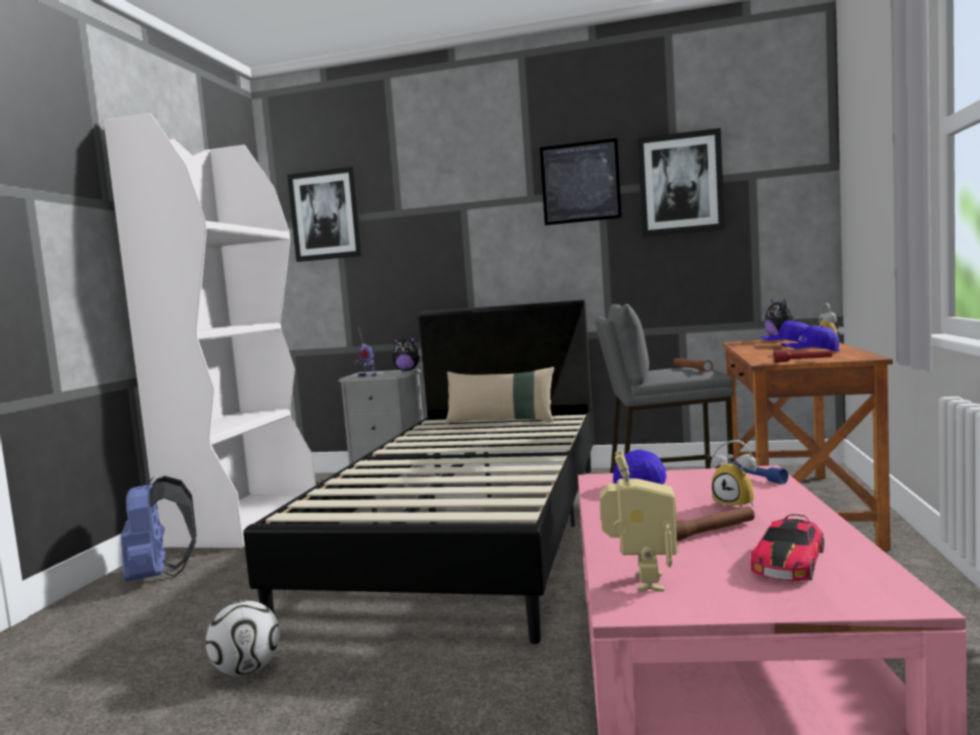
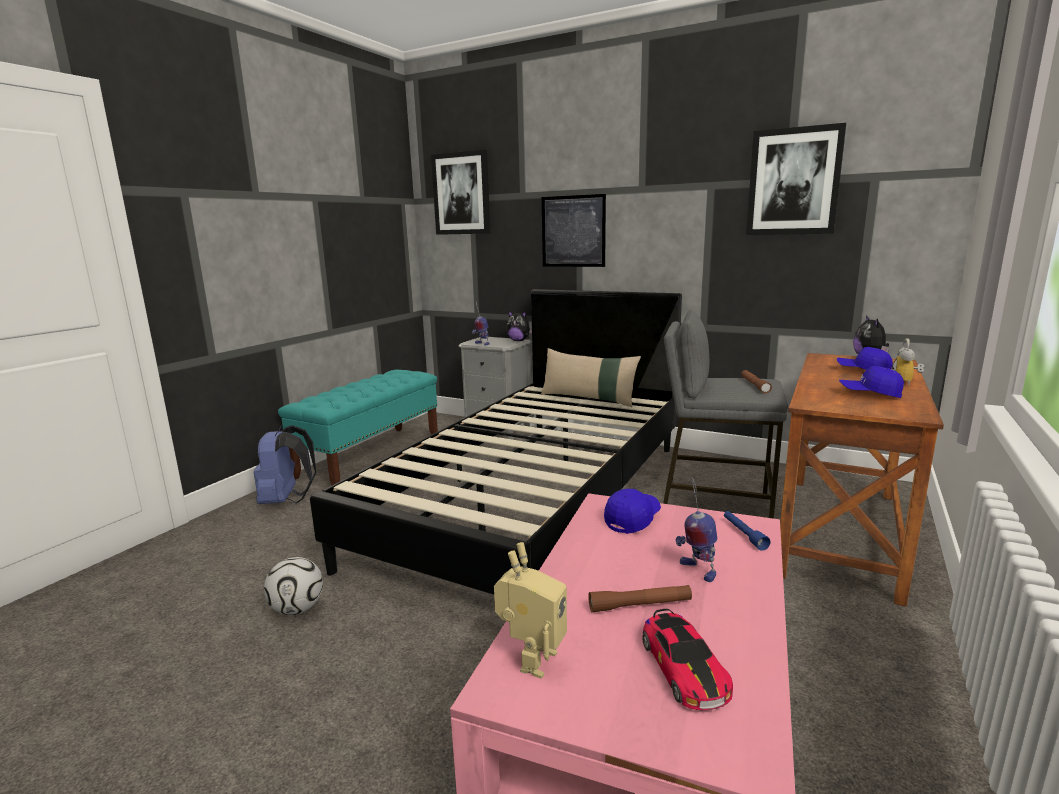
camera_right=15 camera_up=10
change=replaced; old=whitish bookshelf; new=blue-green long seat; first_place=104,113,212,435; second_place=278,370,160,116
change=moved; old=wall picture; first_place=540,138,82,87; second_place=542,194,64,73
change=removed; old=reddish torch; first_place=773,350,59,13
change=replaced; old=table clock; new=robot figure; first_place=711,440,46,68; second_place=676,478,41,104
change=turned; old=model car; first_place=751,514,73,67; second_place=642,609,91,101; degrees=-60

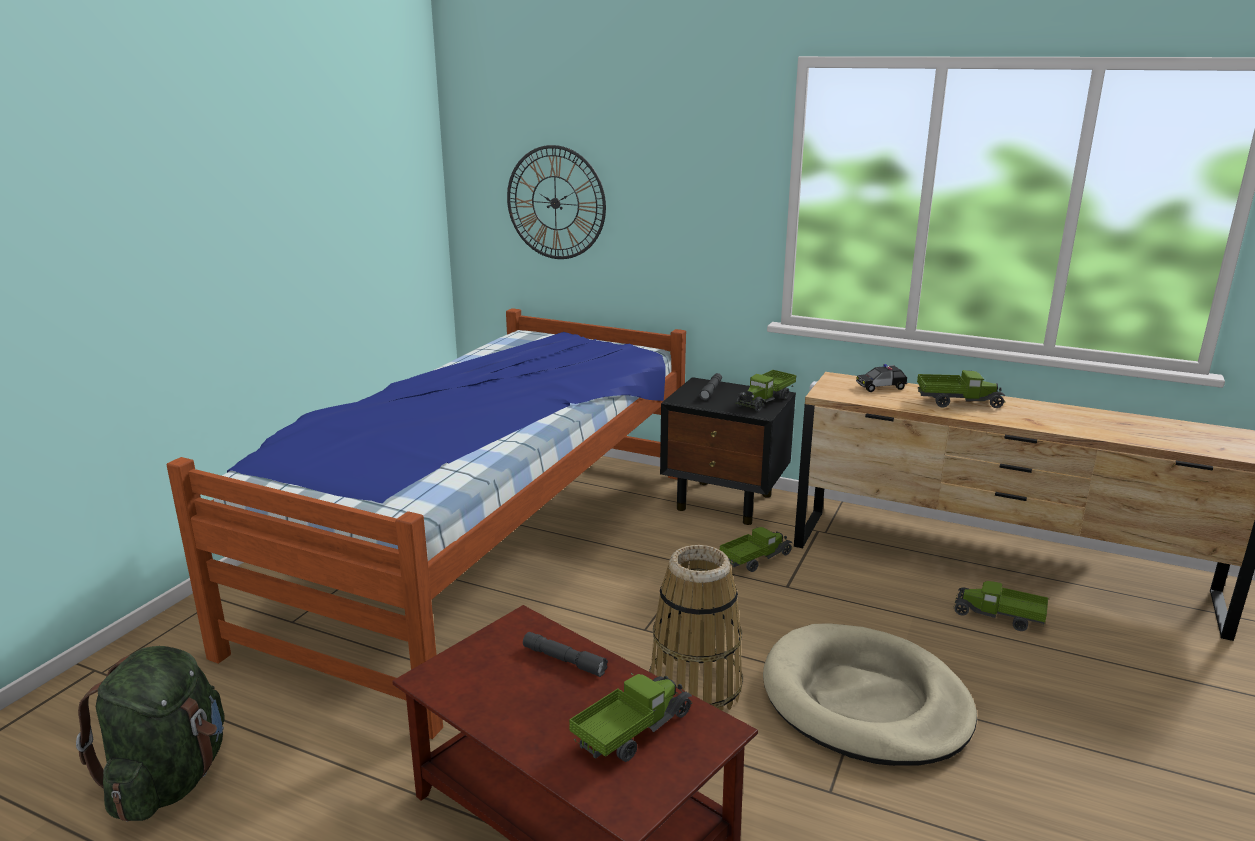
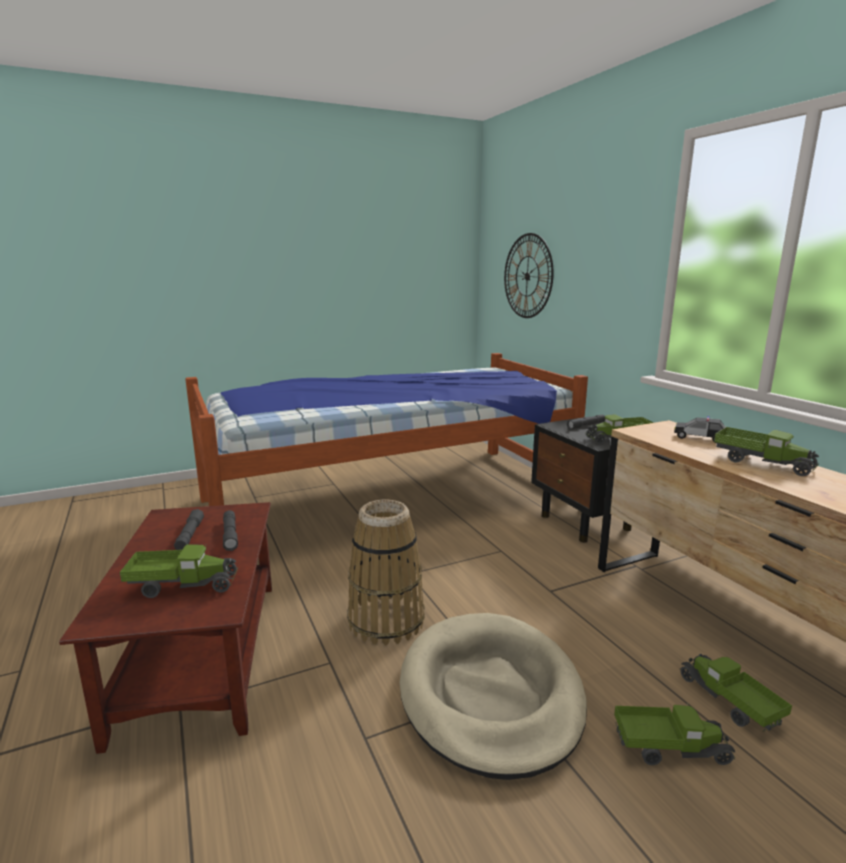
camera_right=40 camera_up=-5
change=moved; old=toy truck; first_place=720,527,72,45; second_place=614,703,121,62
change=removed; old=green rucksack; first_place=76,646,149,175
change=added; new=gray torch; second_place=174,509,30,41

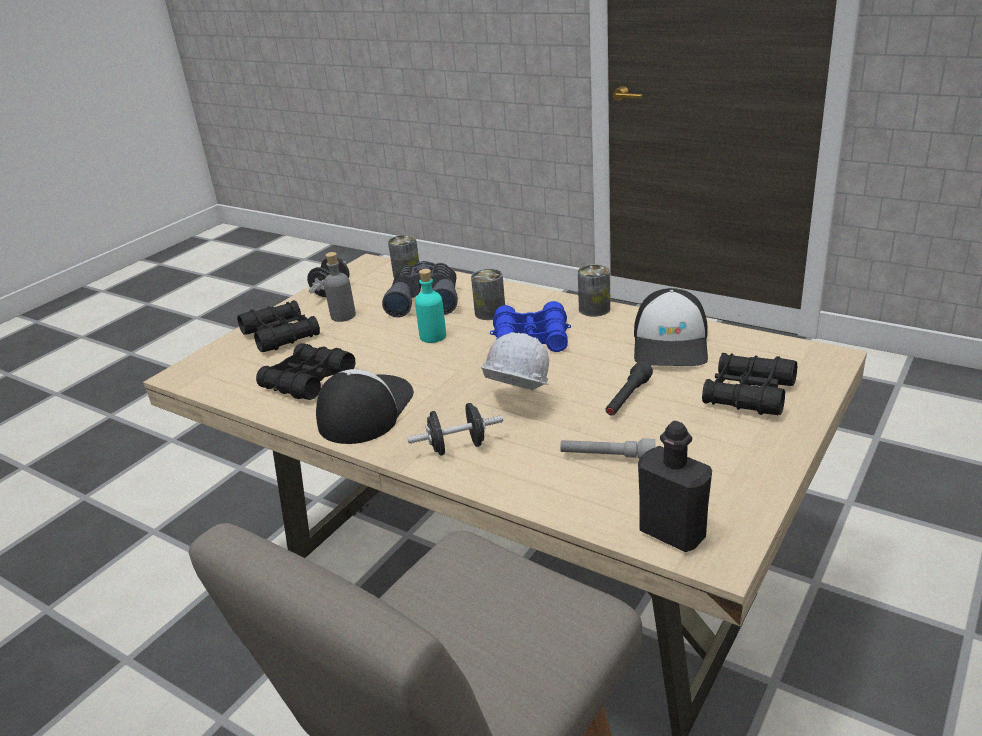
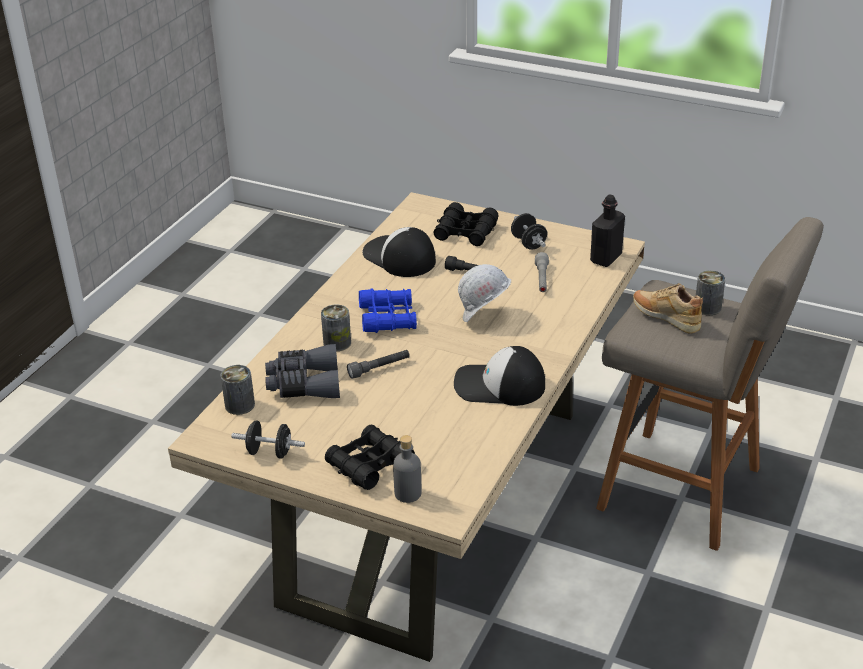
camera_right=-100 camera_up=5
change=moved; old=gray bottle; first_place=324,252,32,70; second_place=393,435,28,68
change=moved; old=can; first_place=578,264,32,53; second_place=696,270,30,45
change=replaced; old=blue-green bottle; new=gray torch; first_place=415,269,31,74; second_place=347,350,63,29
change=turned; old=cap; first_place=634,288,74,78; second_place=363,227,73,50; degrees=-135
change=removed; old=black-coloured field glasses; first_place=256,343,100,57
change=moved; old=black-coloured free weight; first_place=407,403,96,52; second_place=511,213,36,37
change=added; new=beige low shoe; second_place=633,283,70,51

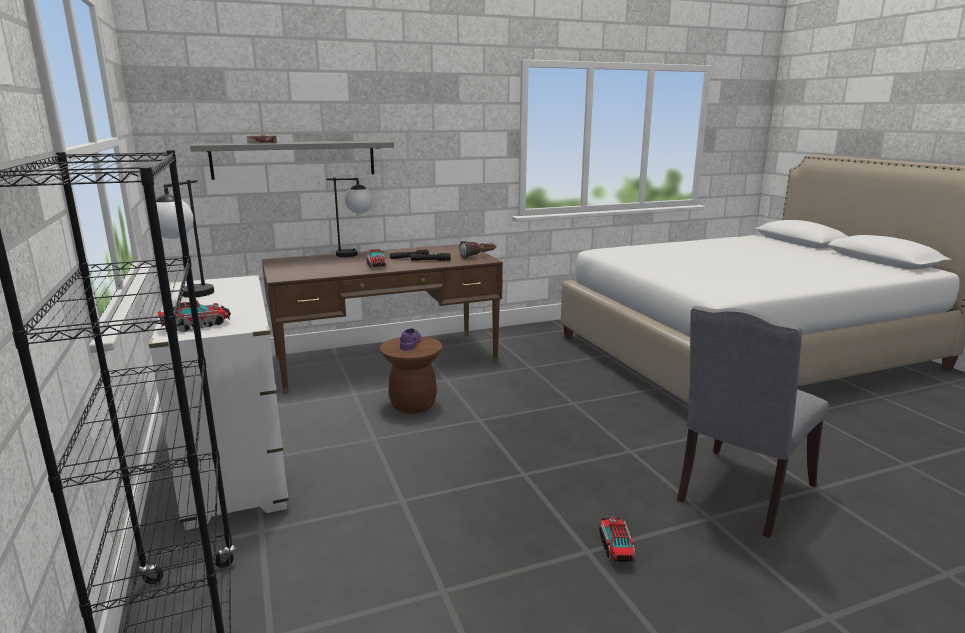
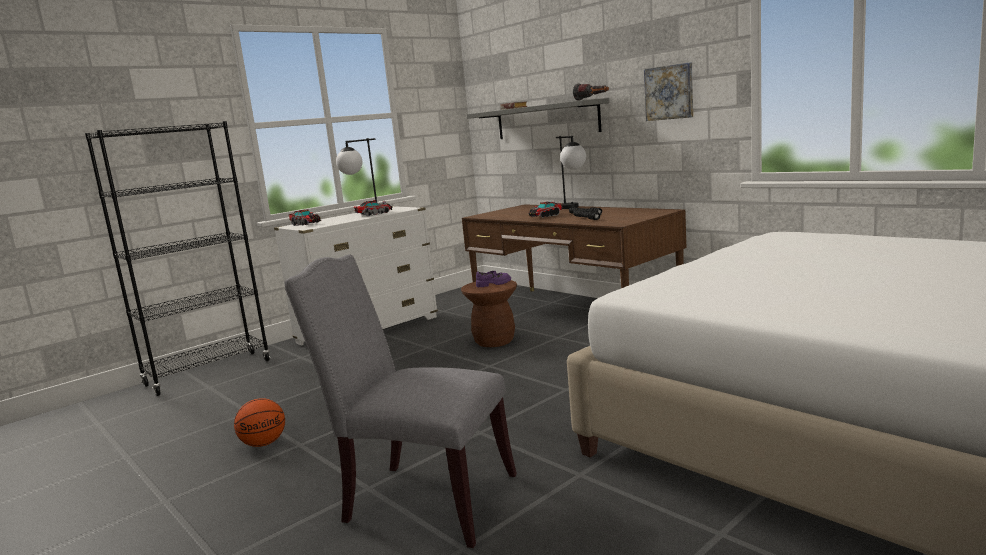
camera_right=70 camera_up=-5
change=moved; old=torch; first_place=459,241,37,18; second_place=573,83,36,18
change=moved; old=toy truck; first_place=599,517,36,45; second_place=354,200,39,17
change=added; new=wall picture; second_place=644,63,49,58
change=added; new=basketball; second_place=234,398,51,49

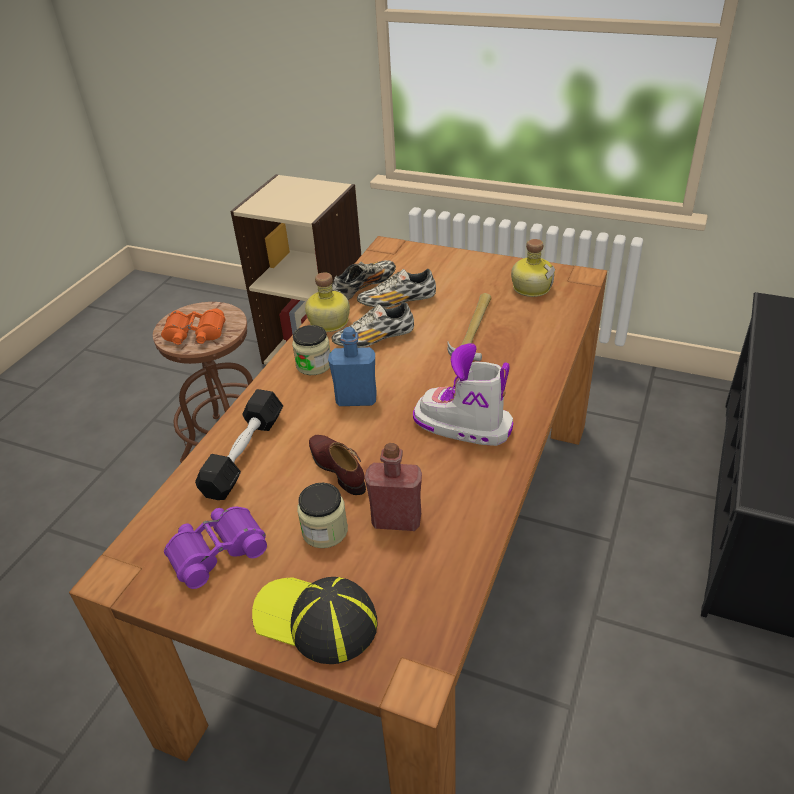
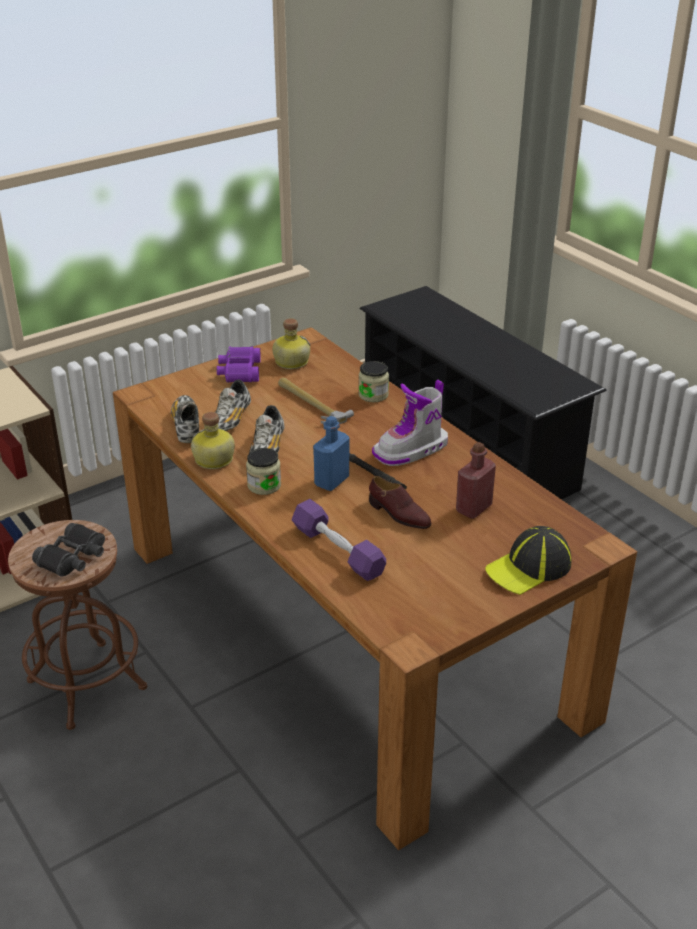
camera_right=-60 camera_up=-5
change=recoloured; old=orange field glasses; new=black-coloured field glasses; first_place=161,309,64,36; second_place=32,523,73,54
change=recoloured; old=black-coloured free weight; new=purplish free weight; first_place=195,389,88,111; second_place=292,499,94,82
change=turned; old=brown low shoe; first_place=309,435,57,60; second_place=369,476,62,53; degrees=-135
change=moved; old=storage jar; first_place=297,483,51,65; second_place=359,361,30,41
change=moved; old=purplish field glasses; first_place=164,506,103,83; second_place=217,346,44,37
change=added; new=black-coloured torch; second_place=349,453,58,36

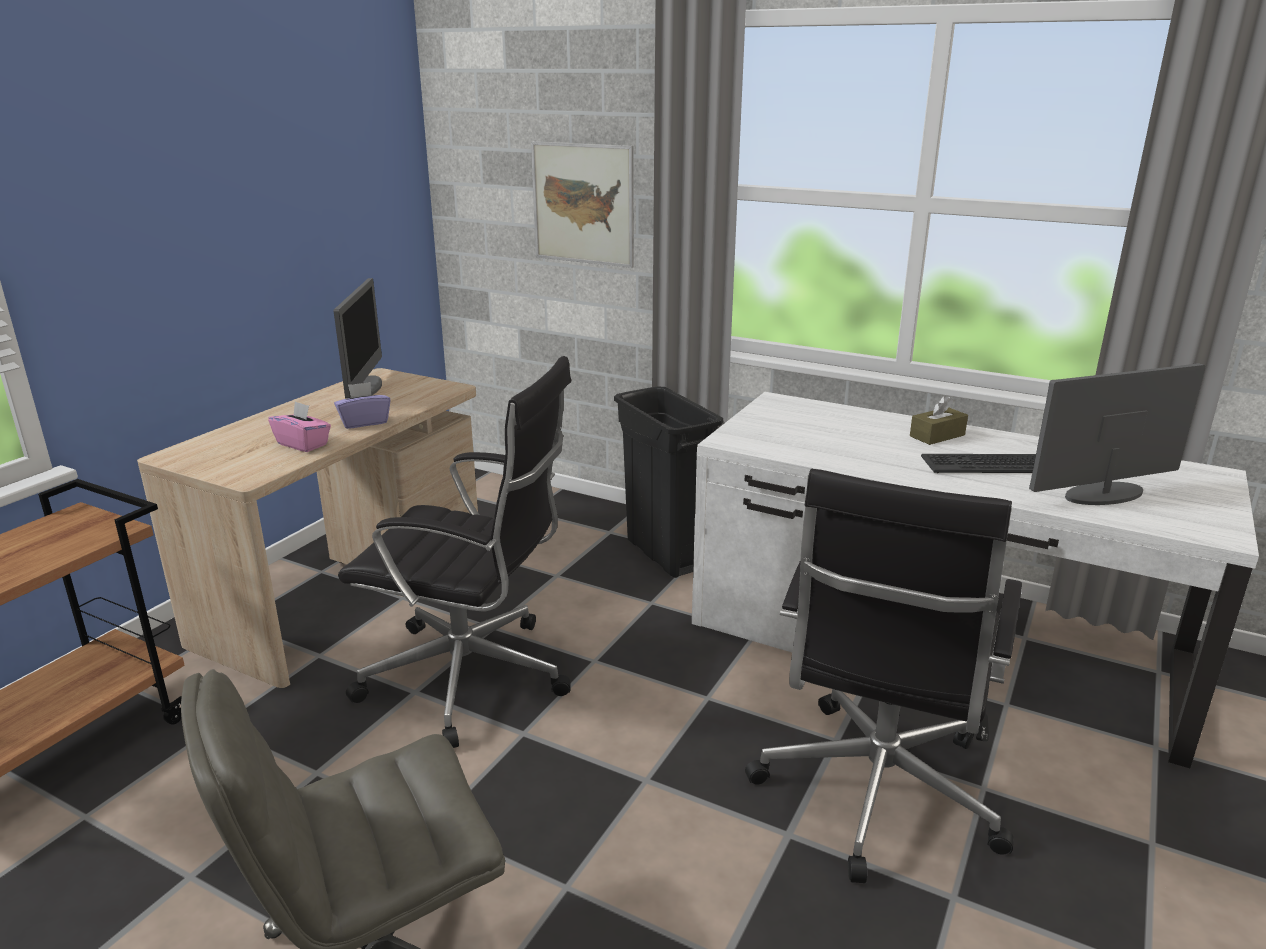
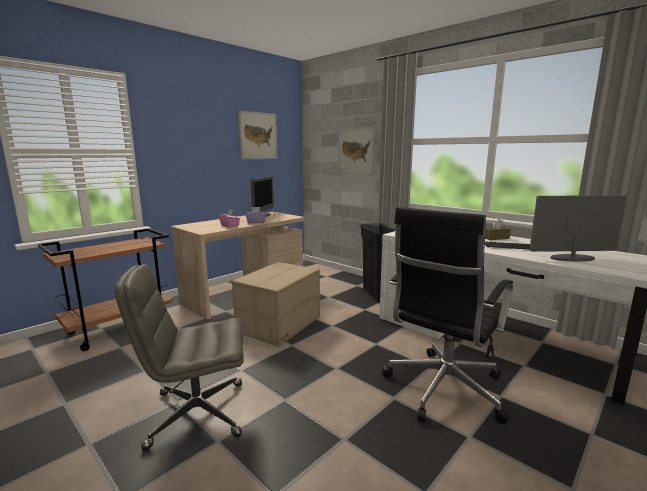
camera_right=15 camera_up=-10
change=replaced; old=black-coloured computer chair; new=packing box; first_place=338,356,233,392; second_place=232,262,88,84
change=added; new=wall picture; second_place=238,110,40,50

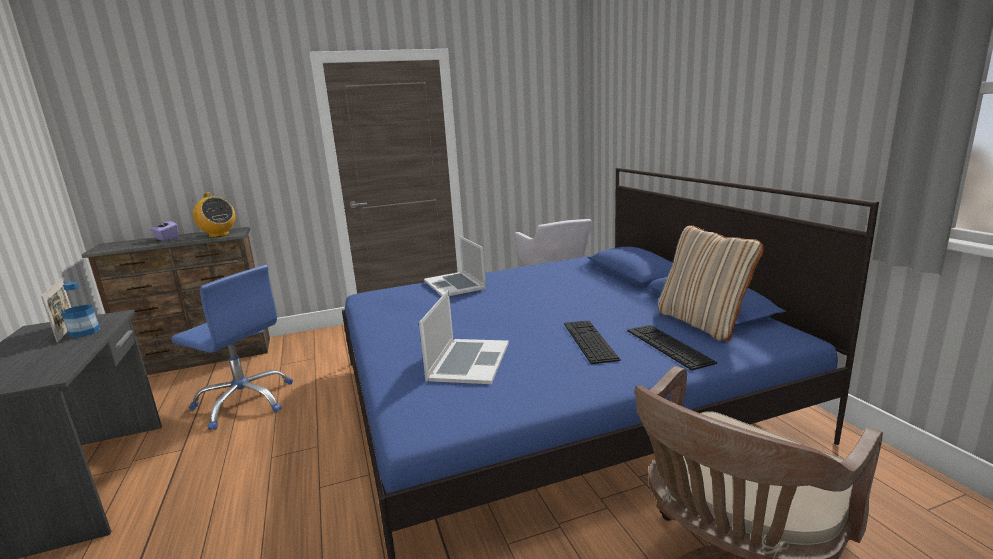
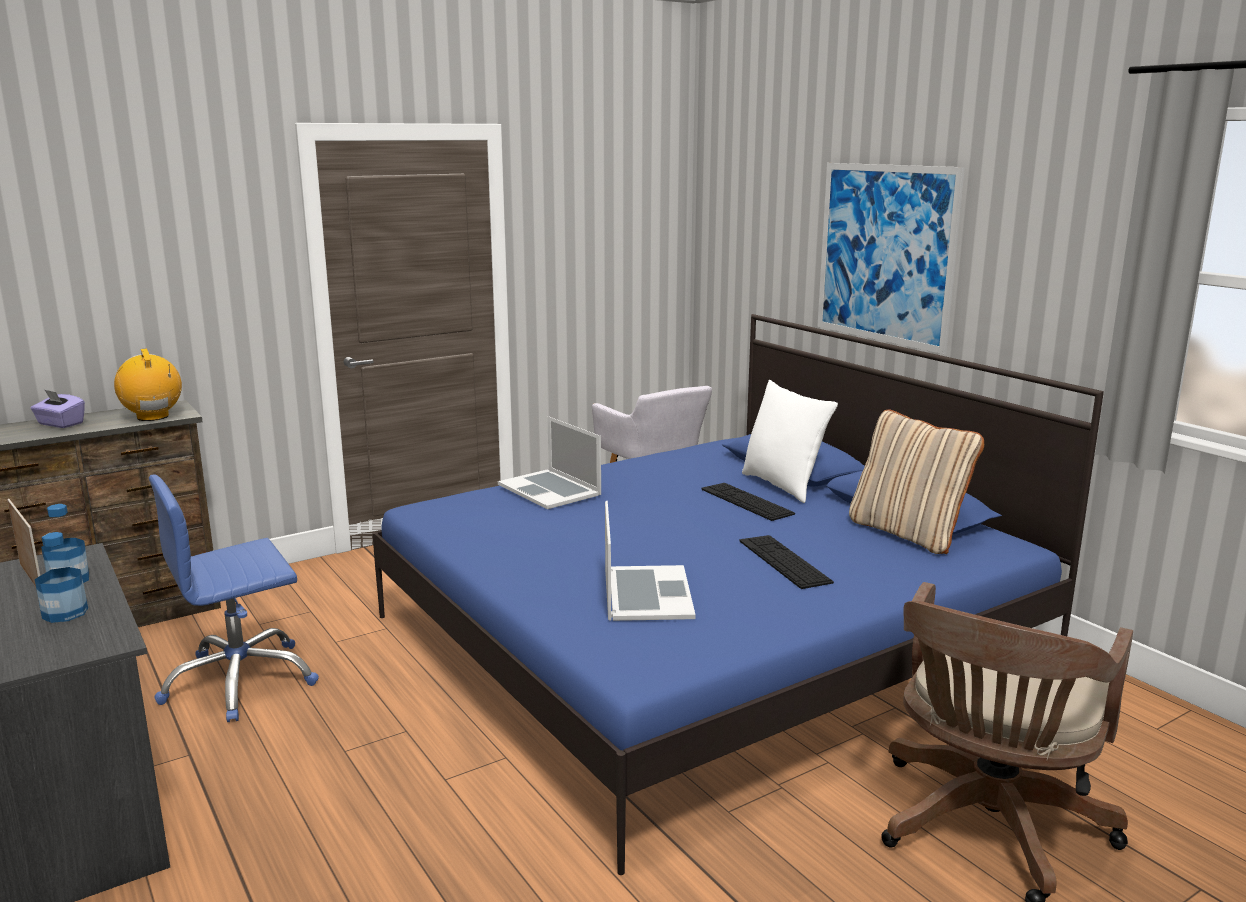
camera_right=-15 camera_up=0
change=turned; old=radio; first_place=193,192,43,45; second_place=114,349,68,72; degrees=-150
change=turned; old=bluish computer chair; first_place=171,265,122,165; second_place=149,475,170,247; degrees=135
change=moved; old=computer keyboard; first_place=627,325,90,45; second_place=701,483,94,38
change=added; new=wall picture; second_place=817,163,148,191
change=added; new=whitish throw pillow; second_place=742,380,96,123
change=added; new=bottle; second_place=35,532,53,91

